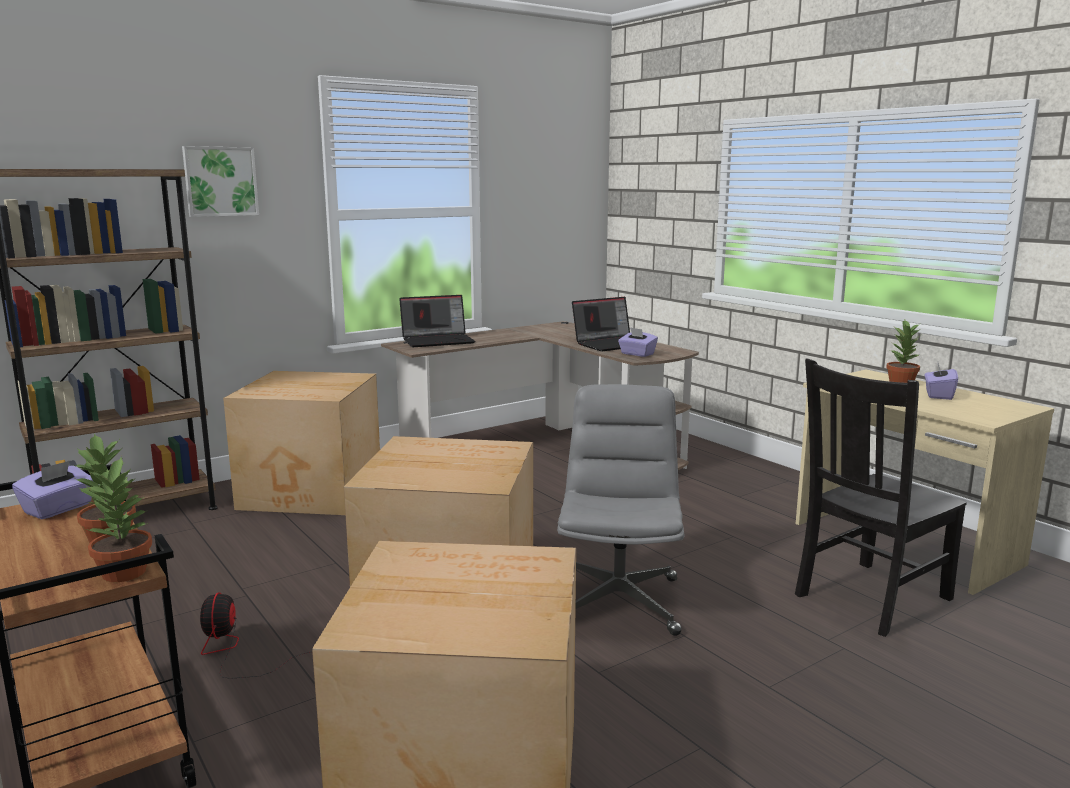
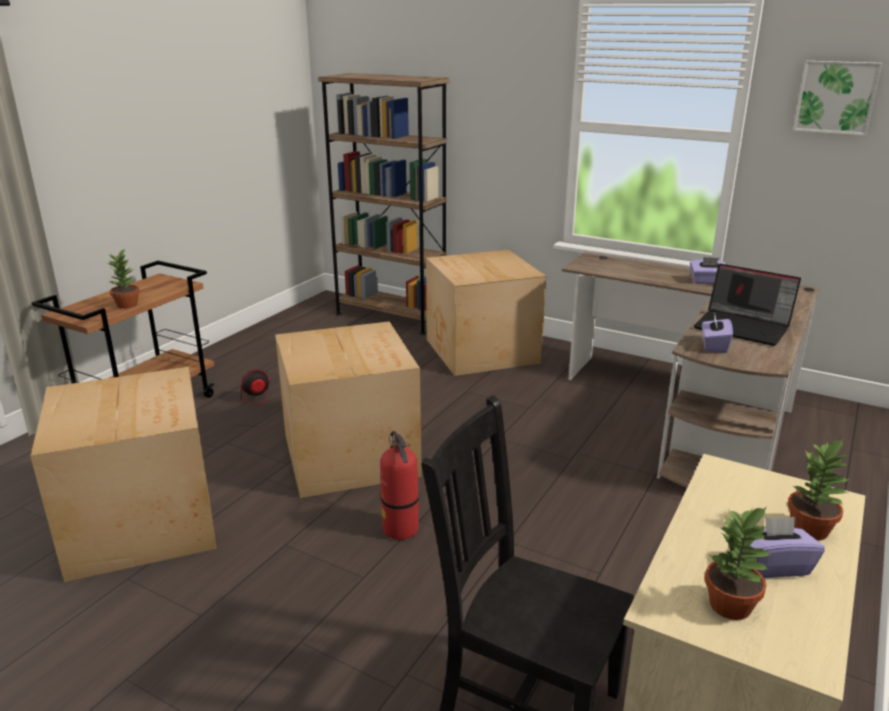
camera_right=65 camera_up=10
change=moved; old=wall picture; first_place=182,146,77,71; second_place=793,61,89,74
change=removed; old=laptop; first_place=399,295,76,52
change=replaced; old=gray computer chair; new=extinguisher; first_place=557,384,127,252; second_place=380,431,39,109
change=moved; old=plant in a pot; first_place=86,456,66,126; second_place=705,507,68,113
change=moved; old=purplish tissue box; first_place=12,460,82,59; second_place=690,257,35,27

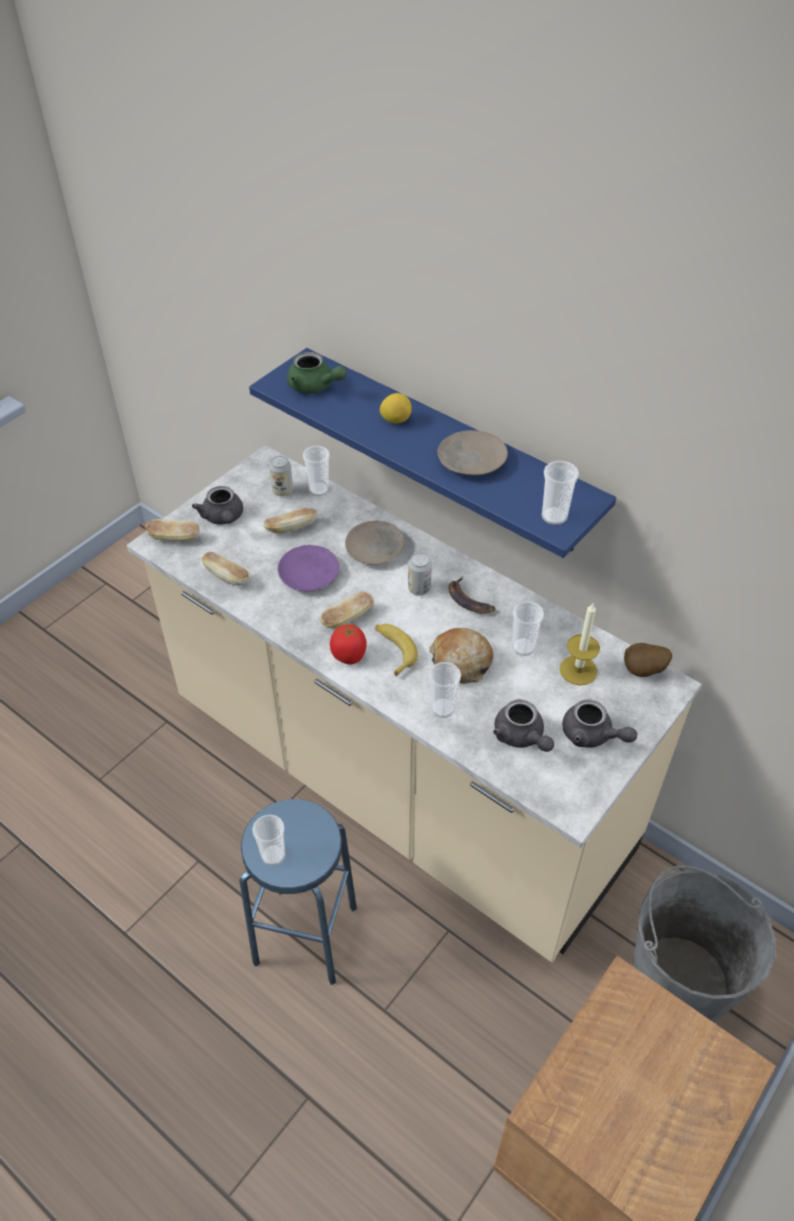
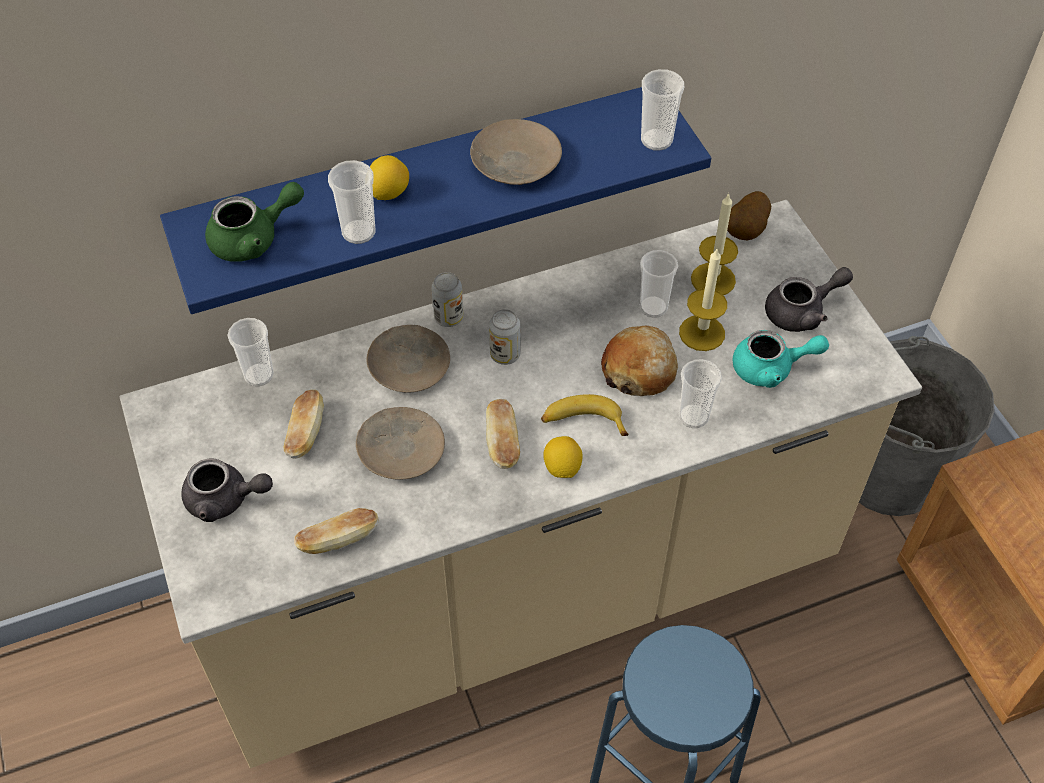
camera_right=-60 camera_up=5
change=moved; old=can; first_place=269,456,24,40; second_place=431,272,33,55
change=removed; old=bakery bread; first_place=145,519,55,23
change=recoloured; old=purplish plate; new=beige plate; first_place=278,545,61,46; second_place=356,407,89,73
change=removed; old=banana; first_place=448,576,47,38
change=replaced; old=whole tomato; new=lemon; first_place=330,624,37,41; second_place=543,436,40,42
change=recoloured; old=gray teapot; new=blue-green teapot; first_place=493,699,61,53; second_place=733,330,96,58
change=moved; old=drinking cup; first_place=252,814,33,52; second_place=328,160,48,84
change=added; new=candle; second_place=679,247,48,104

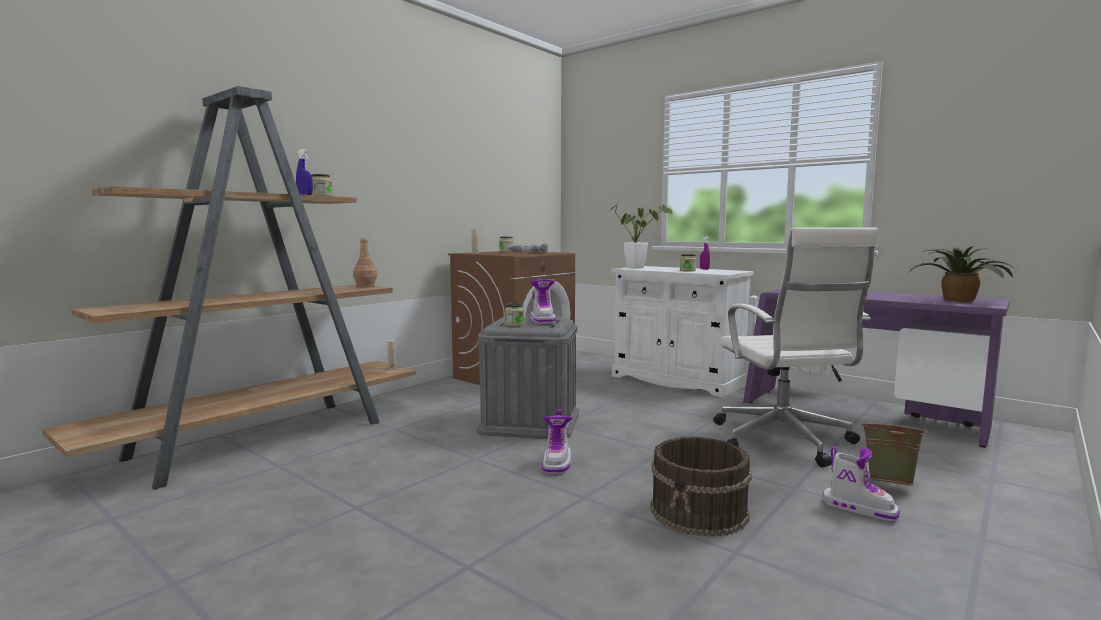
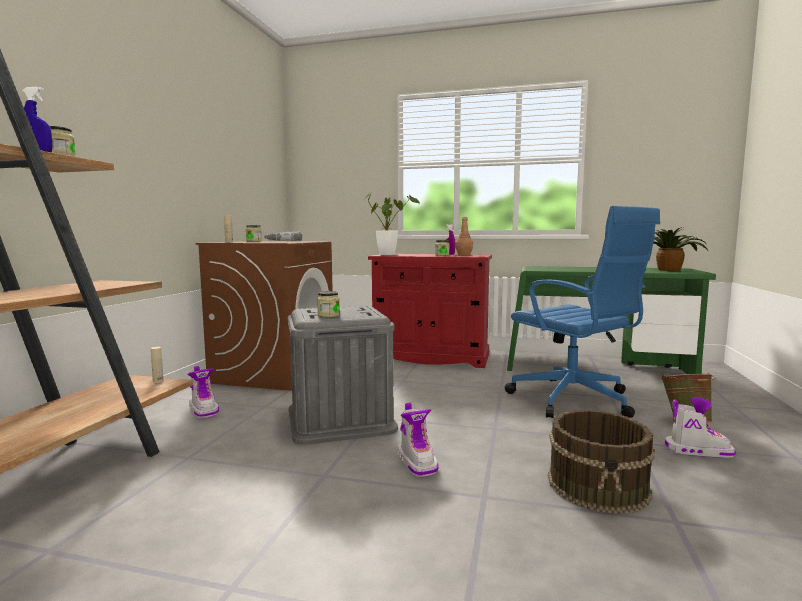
camera_right=-25 camera_up=0
change=recoloured; old=whitish computer chair; new=bluish computer chair; first_place=713,228,166,239; second_place=505,206,155,212
change=moved; old=brown bottle; first_place=353,238,24,49; second_place=455,217,18,38
change=recoloured; old=whitish cupboard; new=reddish cupboard; first_place=611,266,143,132; second_place=368,254,124,114
change=moved; old=tall boot; first_place=530,279,26,46; second_place=187,366,32,53
change=recoloured; old=purplish desk unit; new=green desk unit; first_place=743,289,267,159; second_place=507,266,209,108

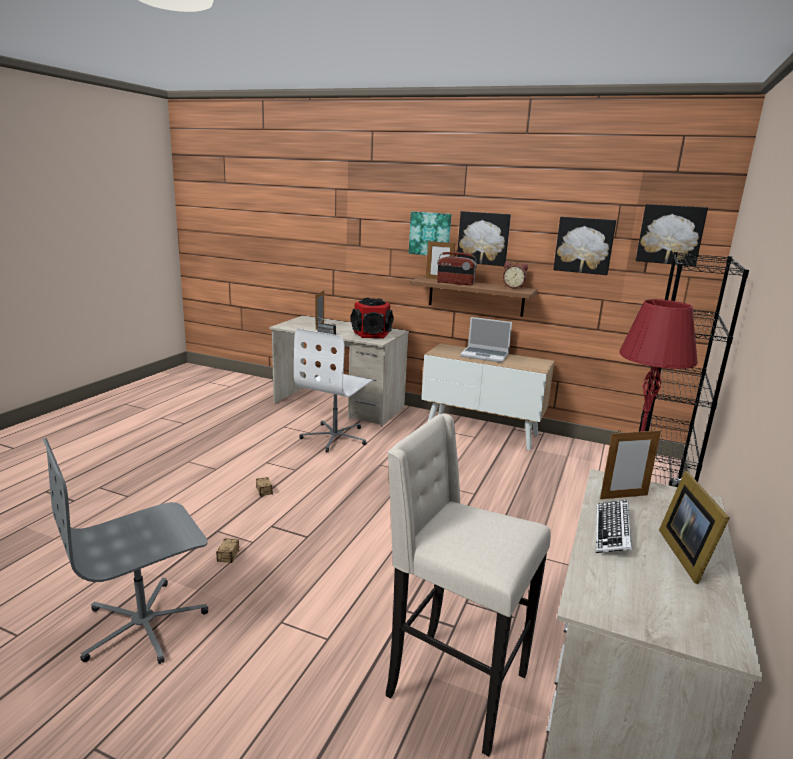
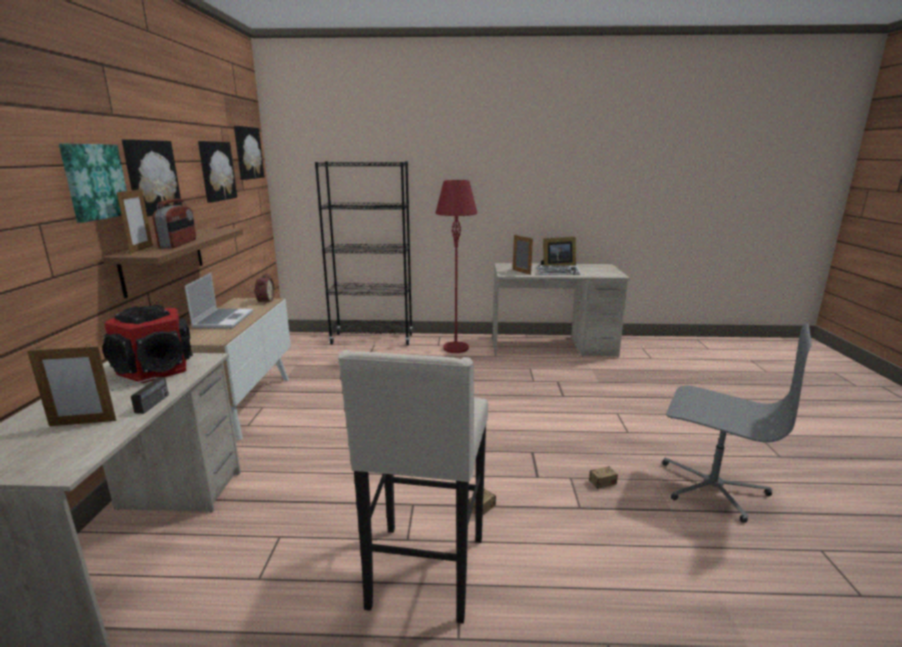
camera_right=-110 camera_up=0
change=moved; old=table clock; first_place=503,262,25,27; second_place=254,273,21,31
change=removed; old=whitish computer chair; first_place=294,329,79,123
change=moved; old=beige stool seat; first_place=386,414,165,342; second_place=337,350,151,274

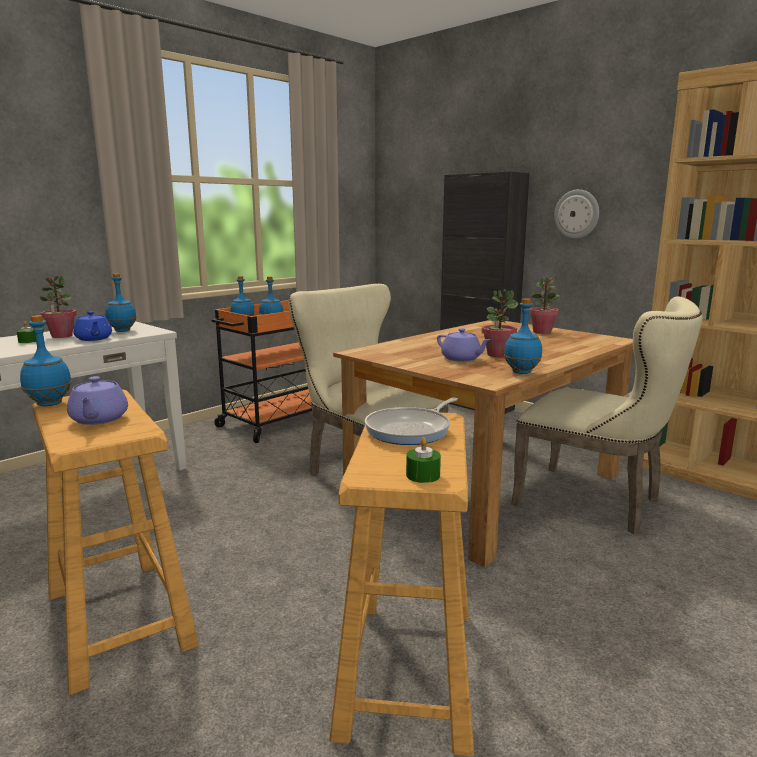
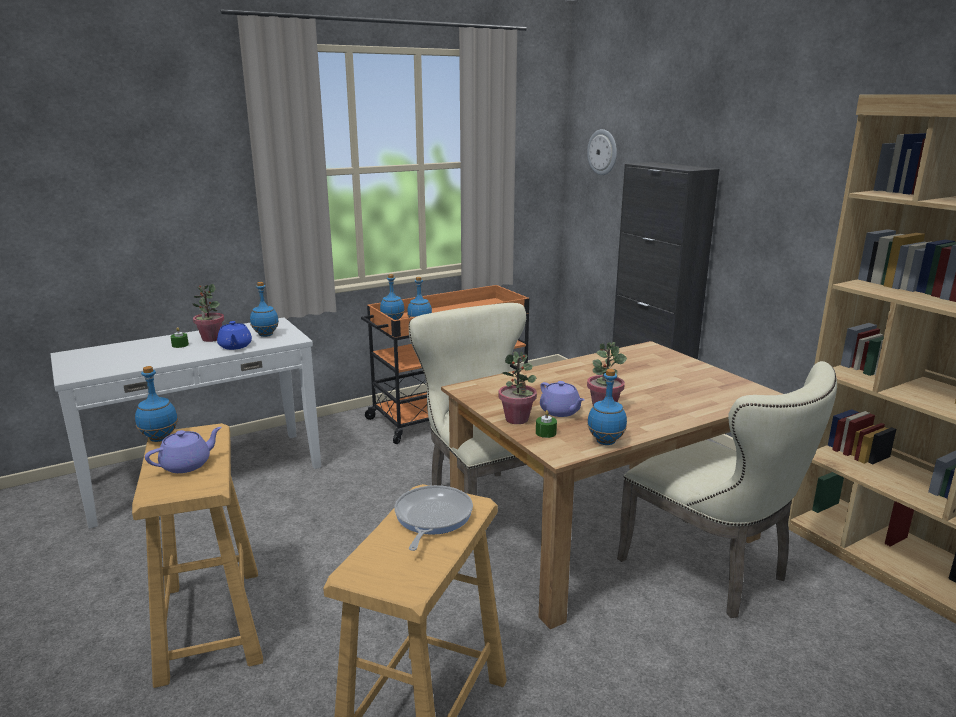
camera_right=15 camera_up=5
change=moved; old=wall clock; first_place=554,189,45,50; second_place=587,129,30,46
change=moved; old=plant in a pot; first_place=529,277,31,57; second_place=499,351,38,73
change=turned; old=purplish teapot; first_place=67,376,61,49; second_place=145,427,77,46; degrees=-135
change=turned; old=pan; first_place=365,398,93,47; second_place=394,485,79,66; degrees=135
change=moved; old=green candle; first_place=406,437,35,46; second_place=536,410,21,28

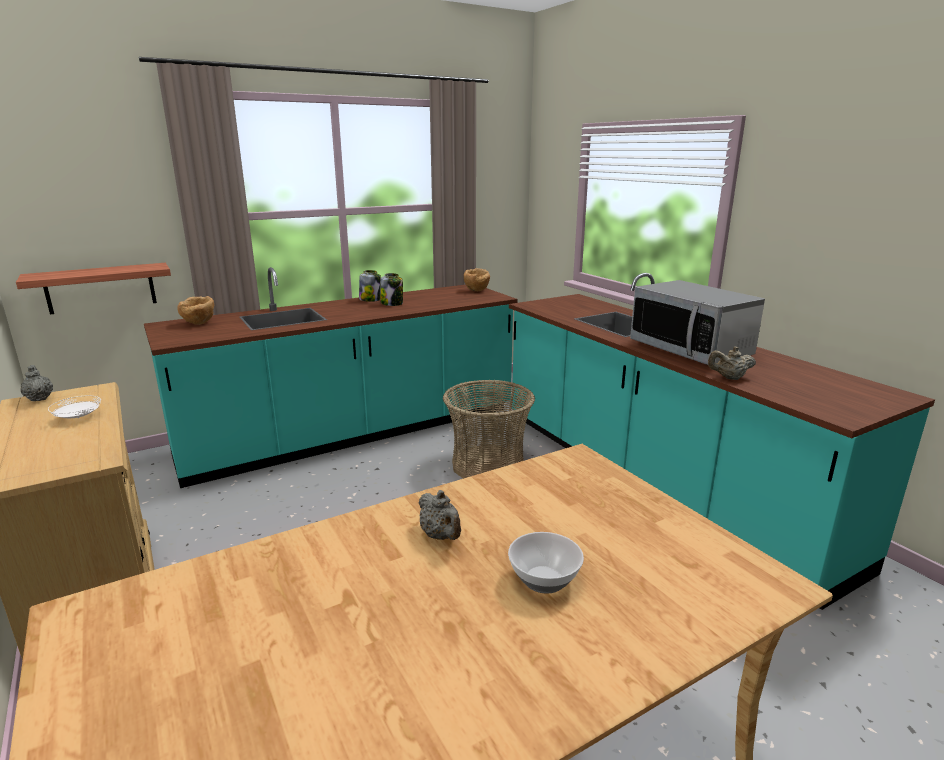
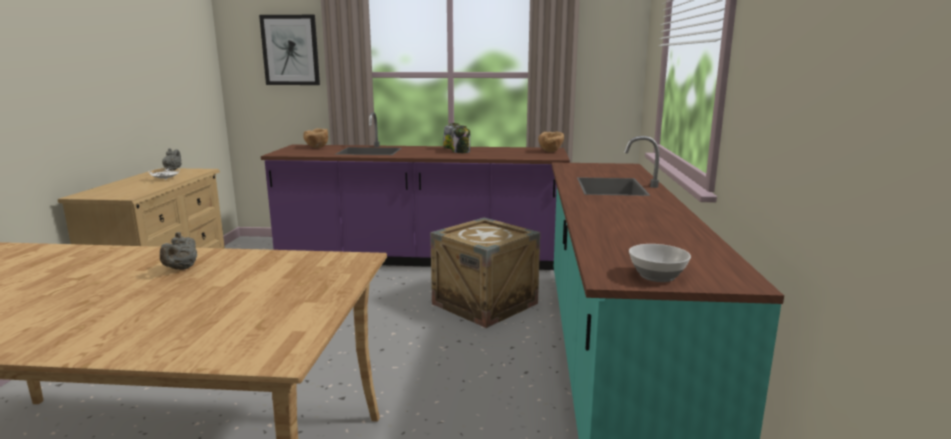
camera_right=35 camera_up=-5
change=removed; old=shelf; first_place=16,263,155,51
change=recoloured; old=blue-green kitchen base unit; new=purplish kitchen base unit; first_place=144,267,374,221; second_place=261,112,309,158
change=removed; old=microwave; first_place=630,280,135,85
change=removed; old=beige teapot; first_place=708,346,48,34
change=replaced; old=basket; new=crate; first_place=443,380,92,99; second_place=430,218,110,110
change=moved; old=serving bowl; first_place=508,532,76,62; second_place=629,244,62,38
change=added; new=wall picture; second_place=259,15,61,70

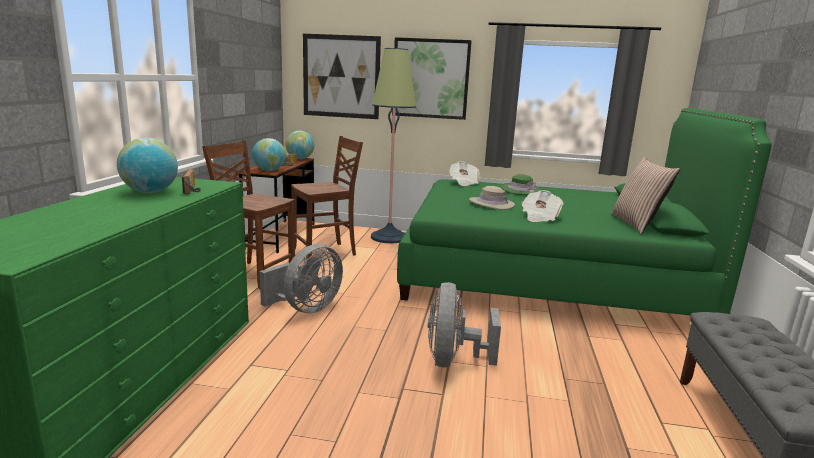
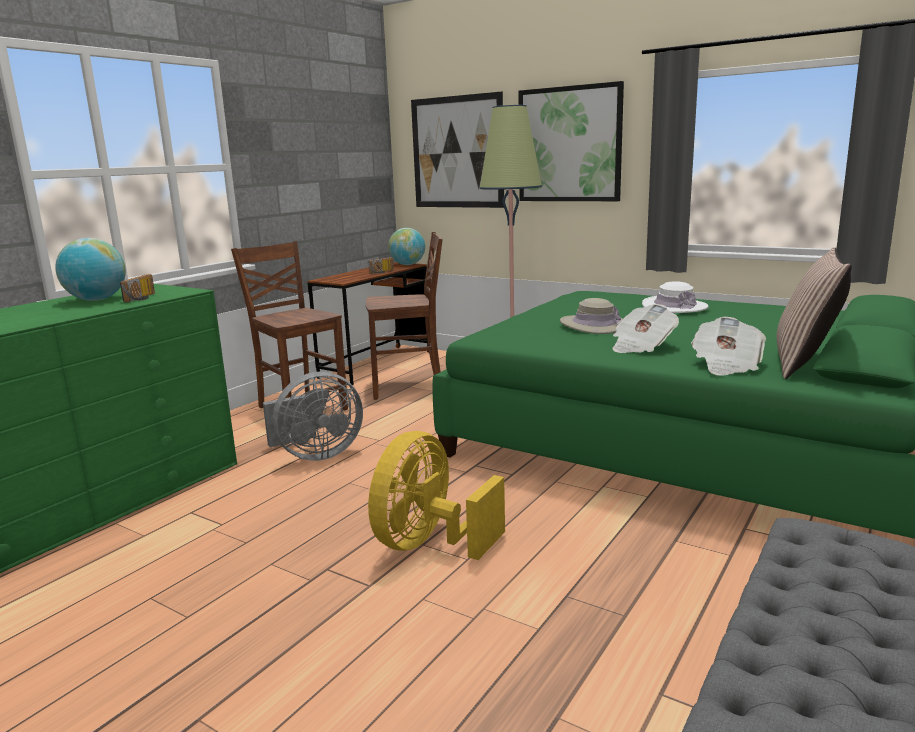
camera_right=25 camera_up=0
change=removed; old=world globe; first_place=252,138,34,33
change=moved; old=newspaper; first_place=449,161,30,25; second_place=691,317,75,59
change=recoloured; old=green clothing hat; new=whitish clothing hat; first_place=500,174,41,21; second_place=642,281,67,32
change=recoloured; old=gray fan; new=yellowish fan; first_place=428,282,73,85; second_place=368,431,137,129

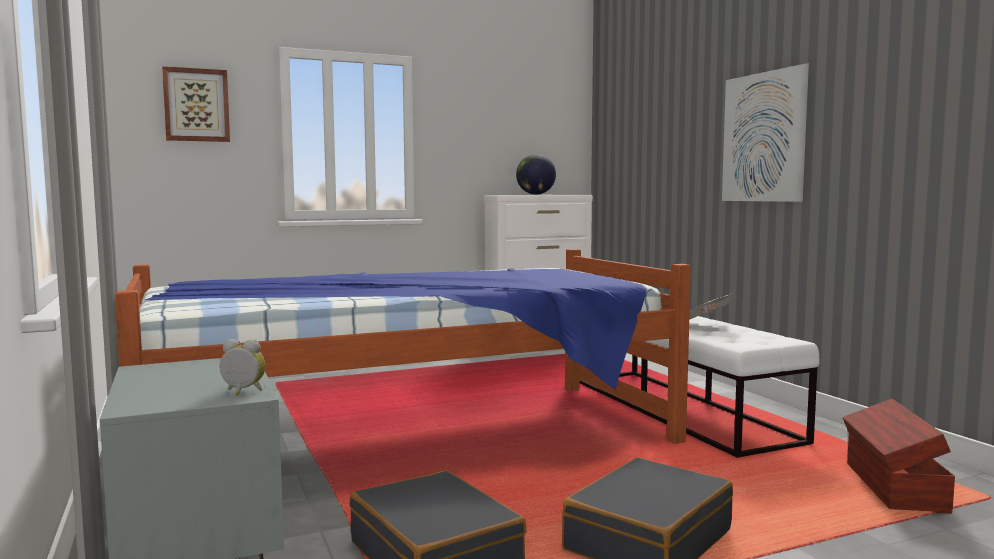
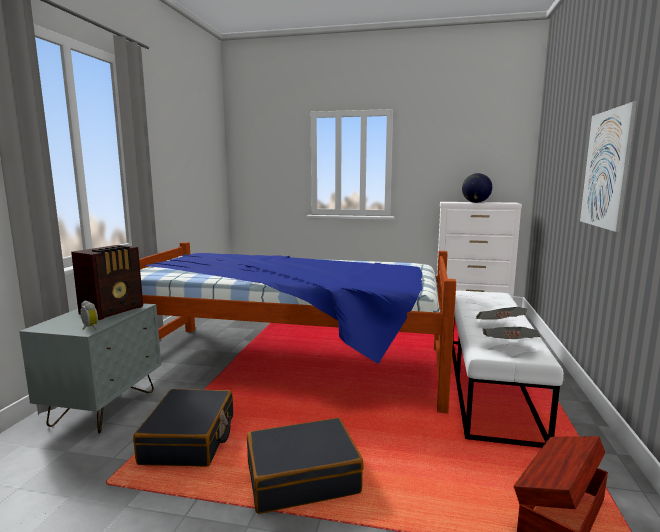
camera_right=35 camera_up=5
change=removed; old=wall picture; first_place=162,66,68,76
change=added; new=radio; second_place=71,245,72,75
change=added; new=newspaper; second_place=483,327,57,12

